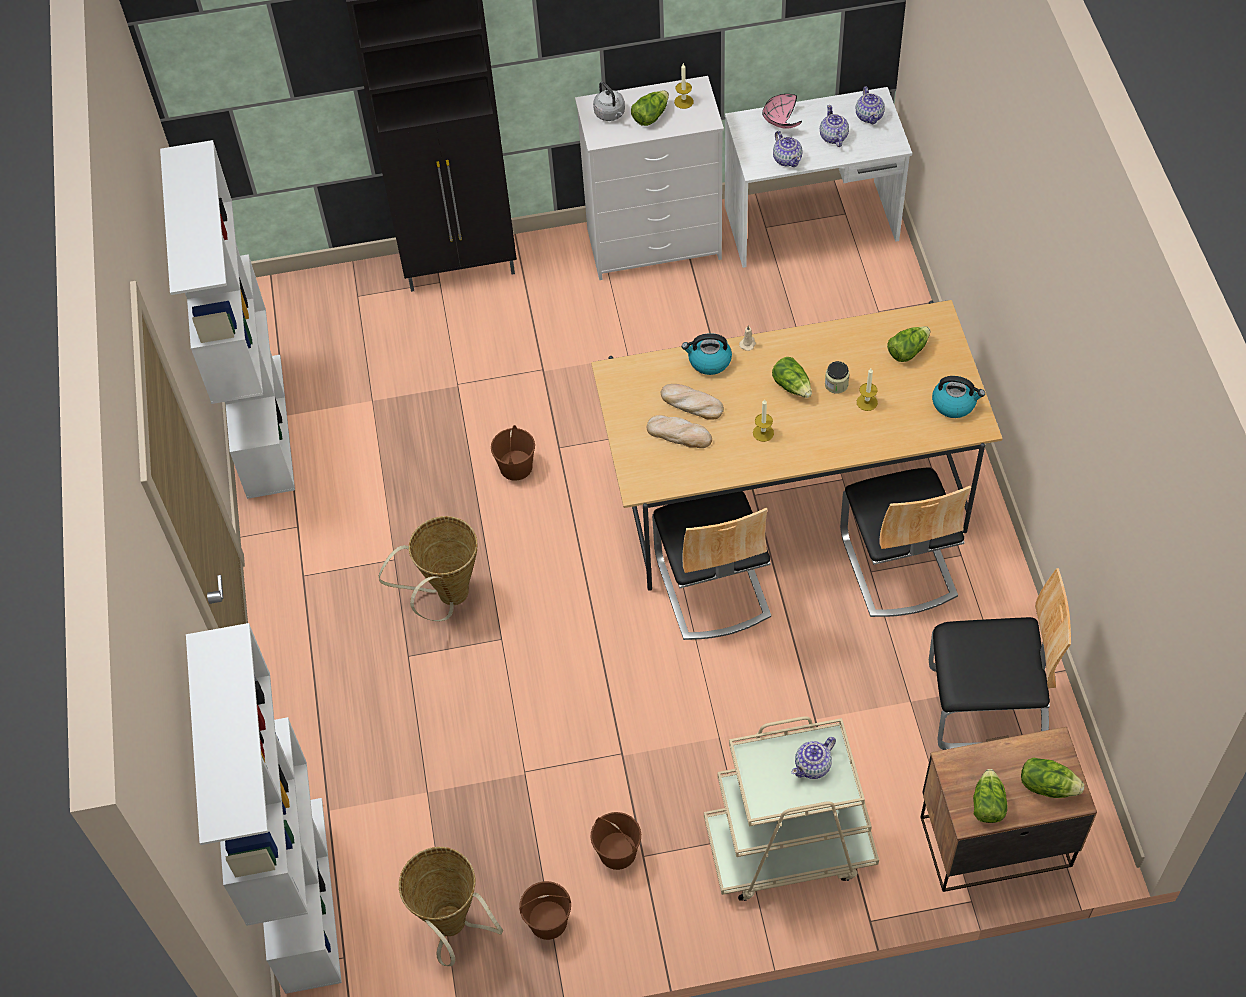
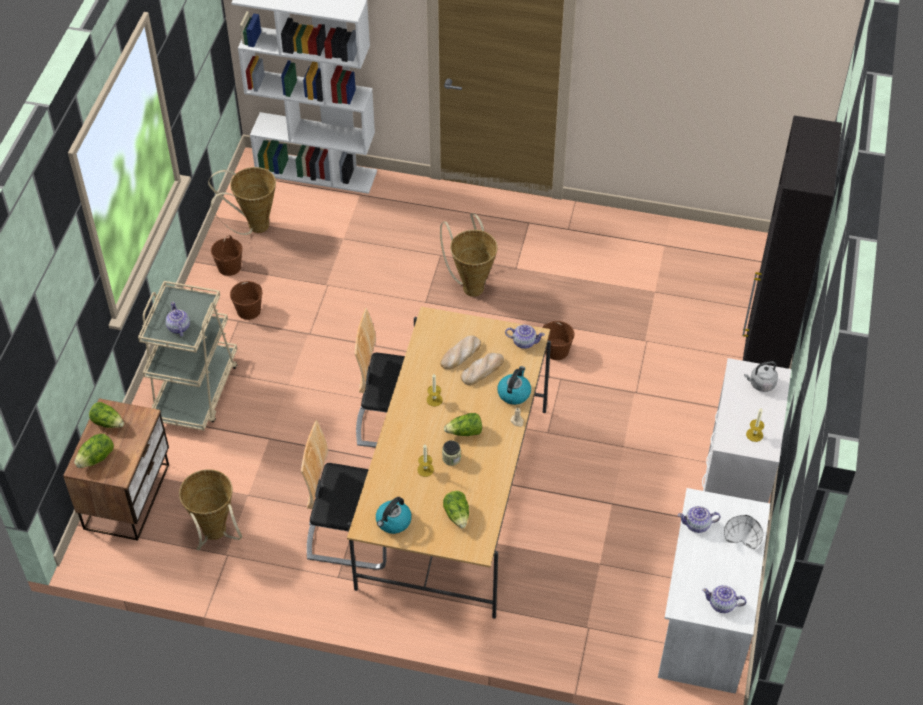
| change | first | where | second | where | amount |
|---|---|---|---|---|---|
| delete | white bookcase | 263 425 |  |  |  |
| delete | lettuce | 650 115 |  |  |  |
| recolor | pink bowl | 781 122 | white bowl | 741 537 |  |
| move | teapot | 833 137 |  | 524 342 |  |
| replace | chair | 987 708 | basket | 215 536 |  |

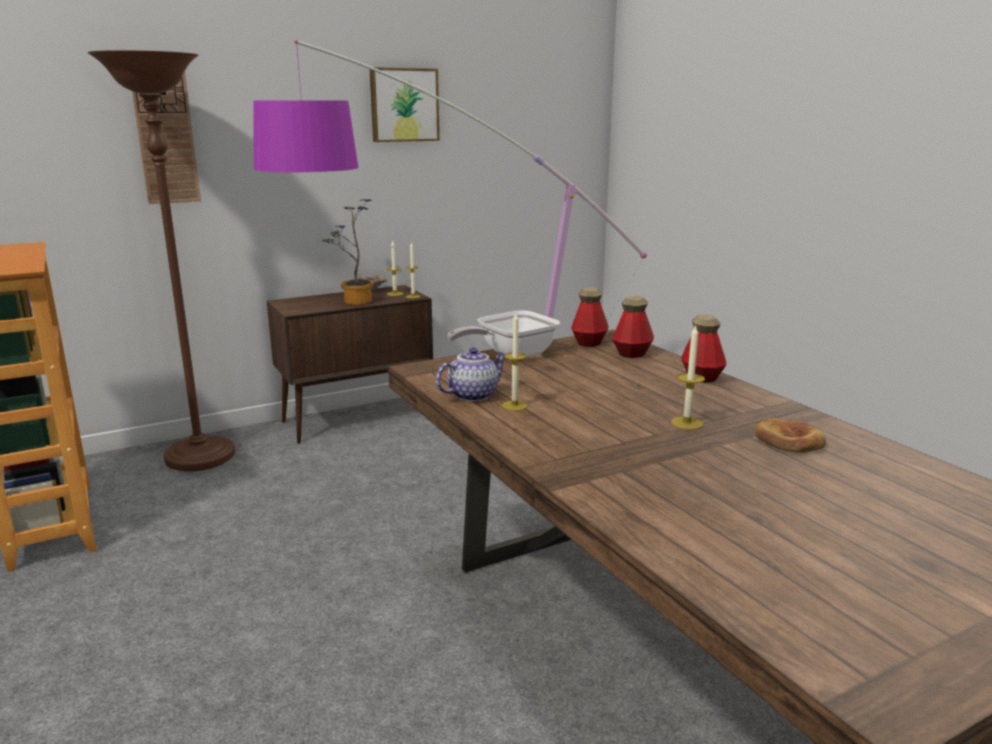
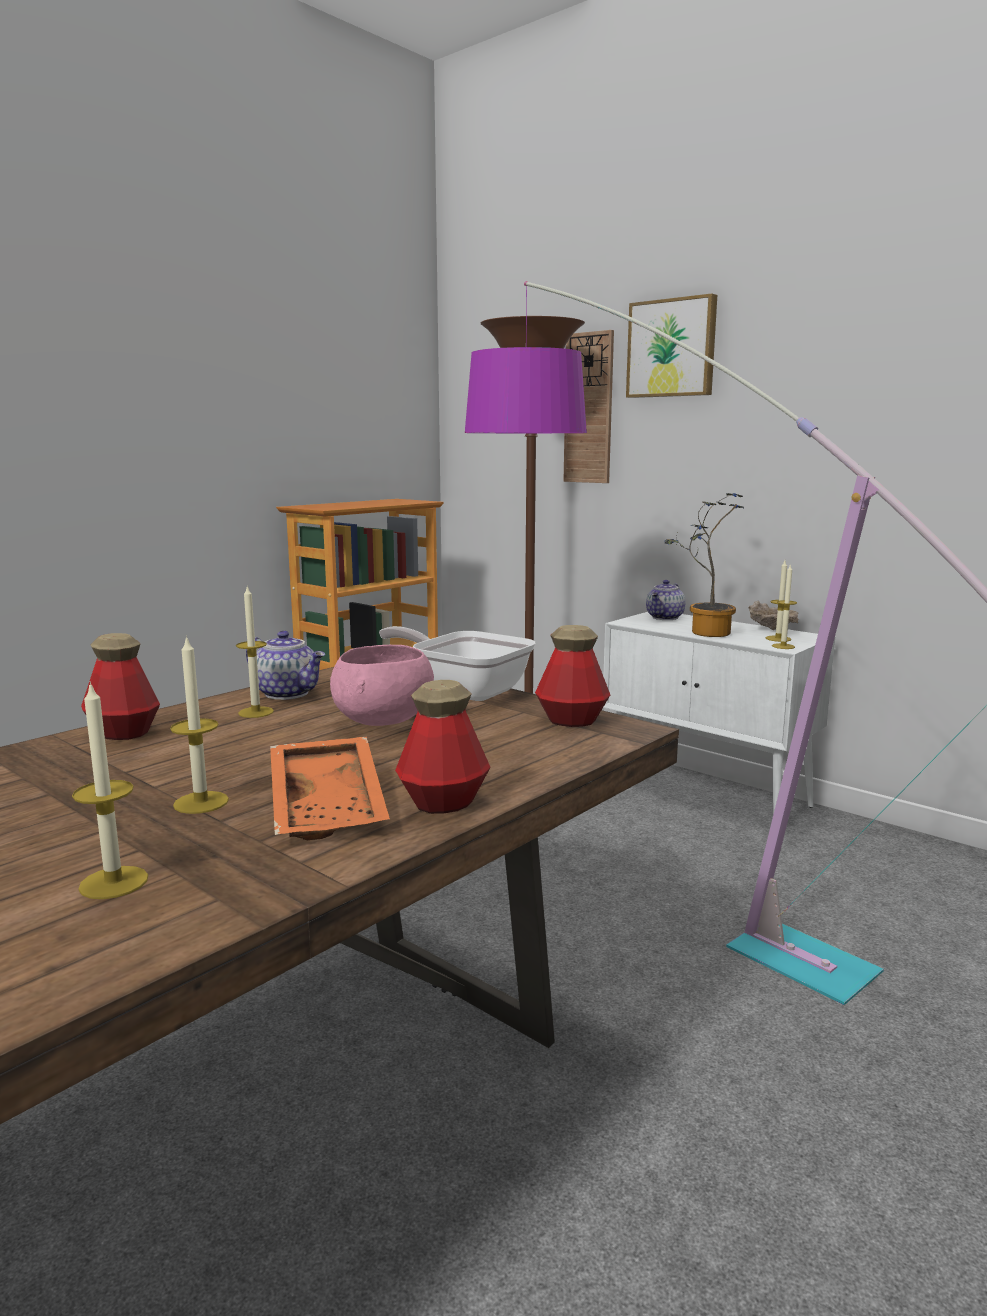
| change | first | where | second | where | amount |
|---|---|---|---|---|---|
| recolor | brown cabinet | 358 419 | white cabinet | 707 795 |  |
| move | picture | 404 105 |  | 672 348 |  |
| move | bottle | 632 354 |  | 123 733 |  |
| replace | bread | 789 441 | candle | 114 882 |  |
| insert |  |  | orange tray | 330 805 |  |
| insert |  |  | pink bowl | 384 723 |  |
| insert |  |  | teapot | 665 618 |  |

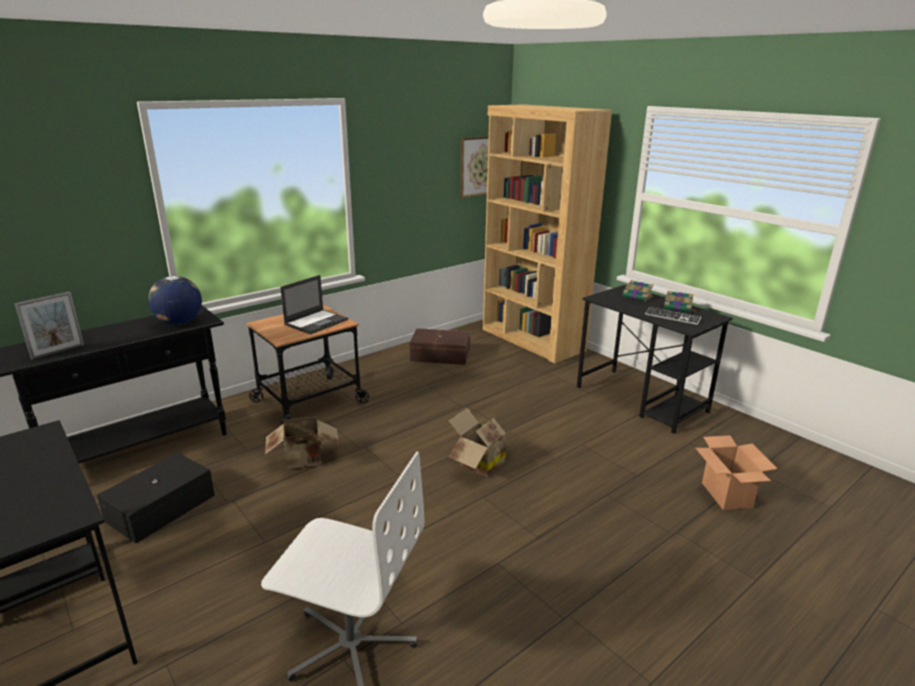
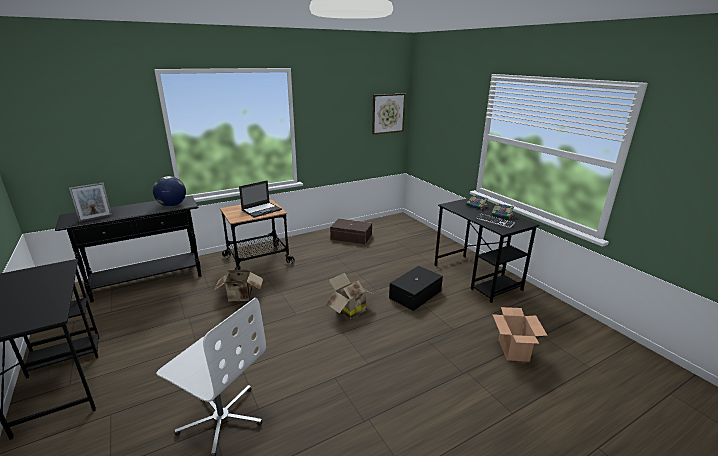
| change | first | where | second | where | amount |
|---|---|---|---|---|---|
| move | black storage box | 162 508 |  | 416 294 |  |
| delete | brown bookcase | 532 340 |  |  |  |

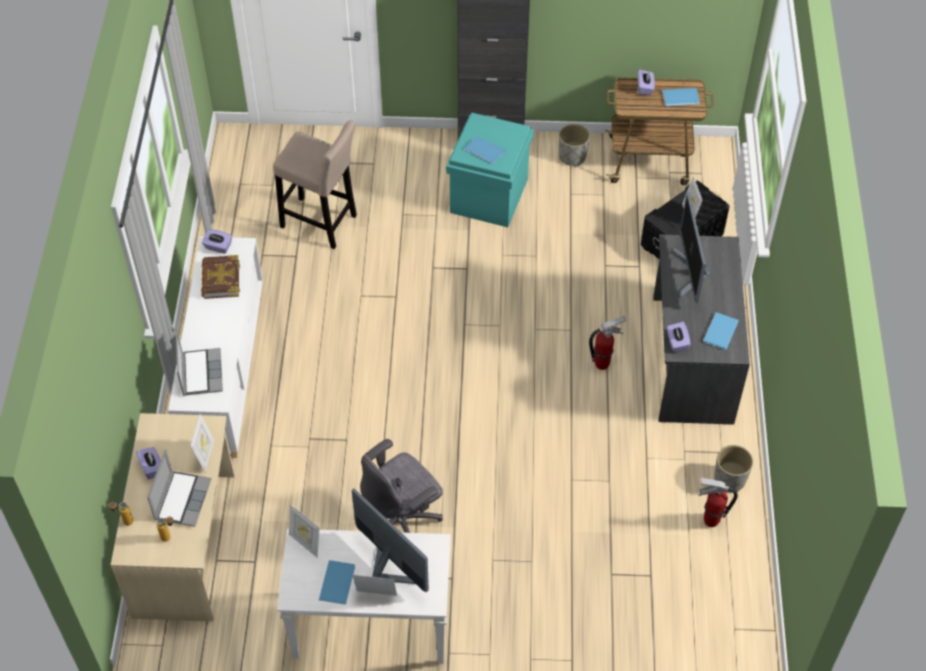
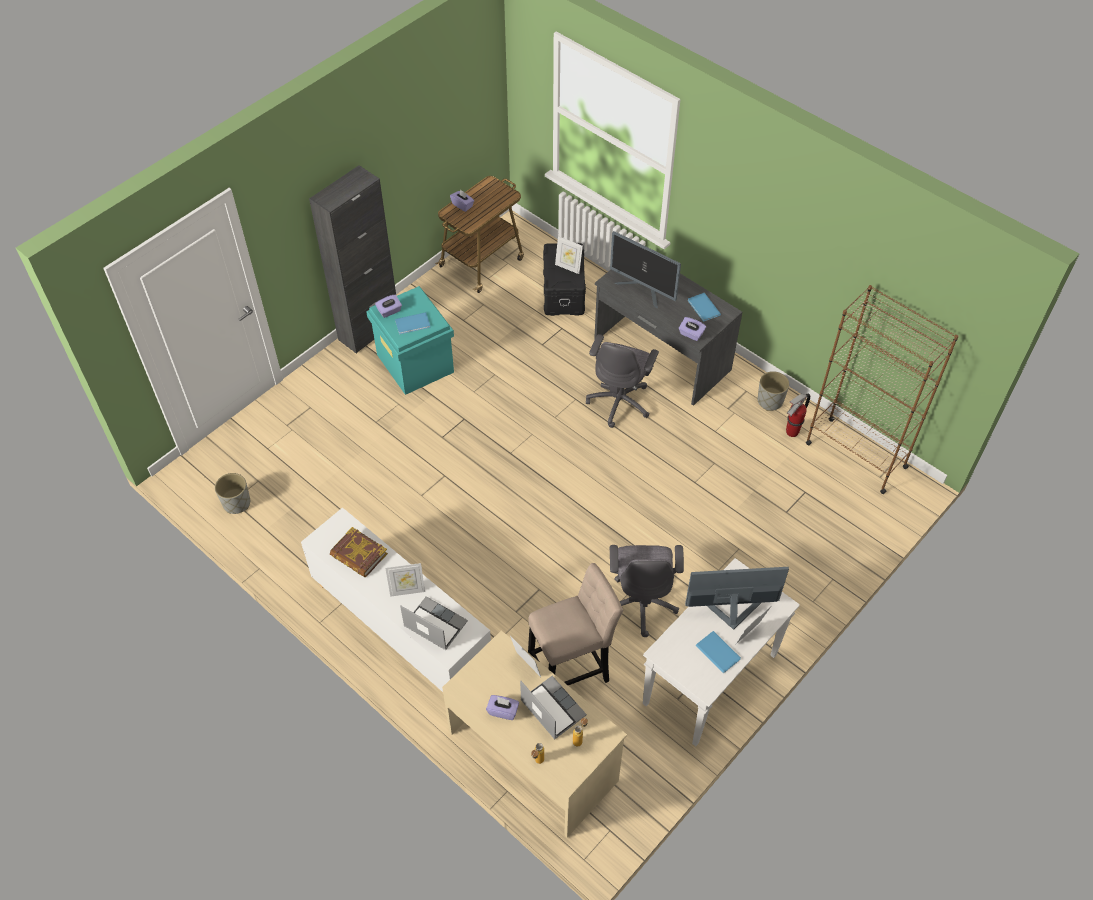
| change | first | where | second | where | amount |
|---|---|---|---|---|---|
| move | purple tissue box | 218 247 |  | 389 311 |  |
| move | beige stool | 322 224 |  | 572 671 |  |
| move | picture frame | 305 543 |  | 407 591 |  |
| move | grey planter | 572 157 |  | 236 503 |  |
| replace | fire extinguisher | 602 364 | grey office chair | 620 401 |  |
| delete | blue book | 682 98 |  |  |  |
| insert |  |  | brown bookcase | 855 455 |  |

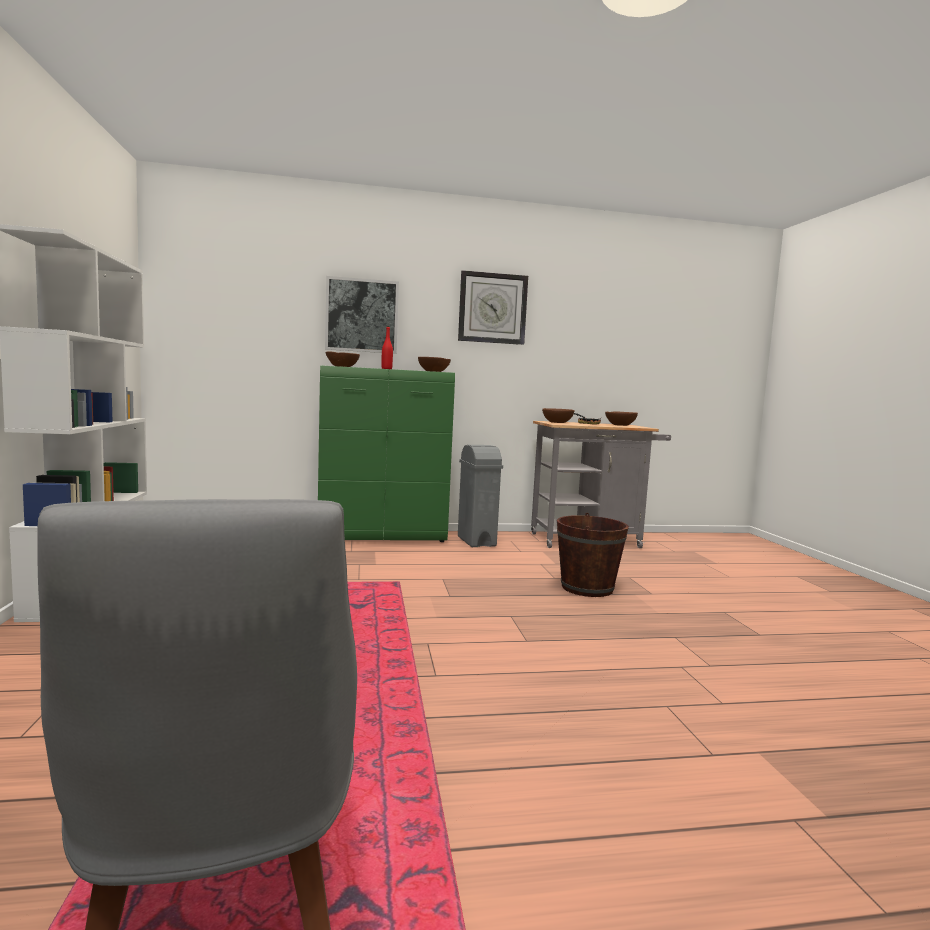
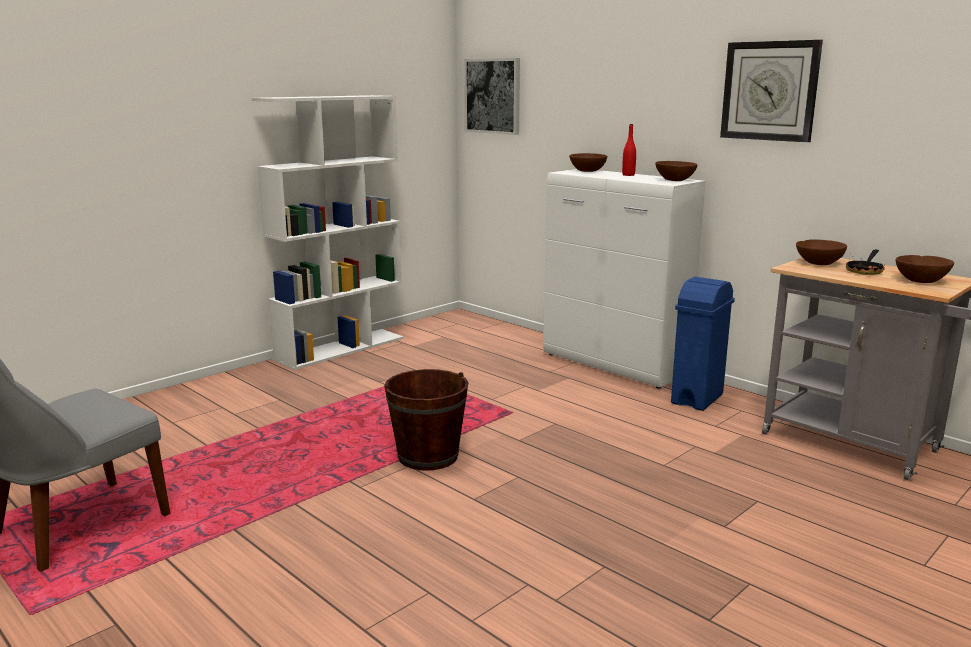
| change | first | where | second | where | amount |
|---|---|---|---|---|---|
| recolor | green cabinet | 383 537 | white cabinet | 614 365 |  |
| move | picture | 362 315 |  | 493 96 |  |
| recolor | grey trash can | 476 541 | blue trash can | 697 399 |  |
| move | brown bucket | 587 588 |  | 428 456 |  |

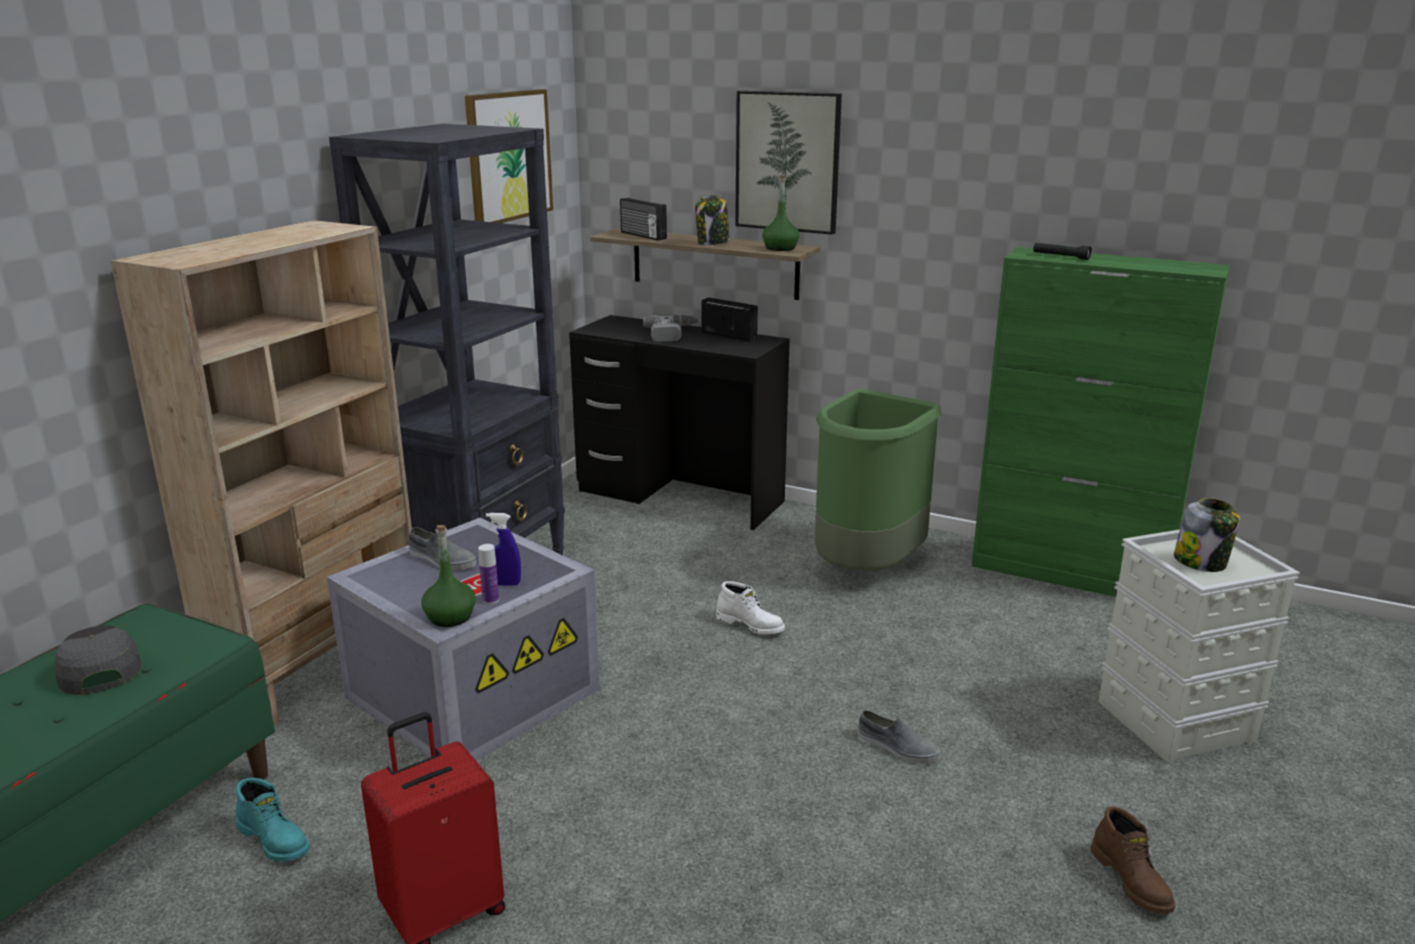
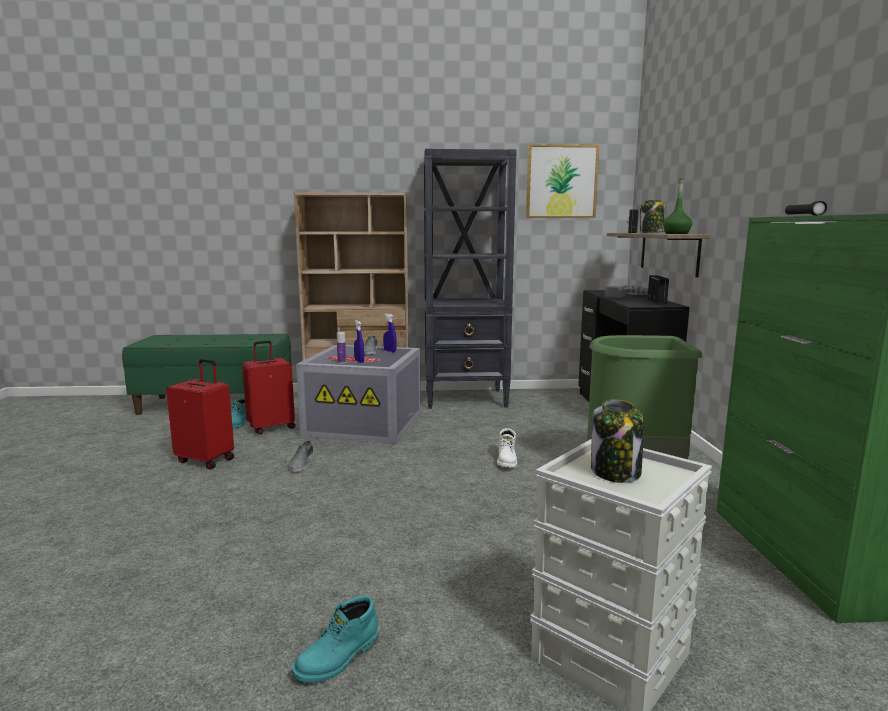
| change | first | where | second | where | amount |
|---|---|---|---|---|---|
| delete | grey cap | 98 669 |  |  |  |
| delete | green bottle | 450 617 |  |  |  |
| delete | picture | 788 162 |  |  |  |
| move | grey shoe | 897 747 |  | 301 463 |  |
| recolor | brown boot | 1132 880 | turquoise boot | 338 659 |  |
| insert |  |  | red suitcase | 271 427 |  |
| insert |  |  | blue spray bottle | 390 351 |  |

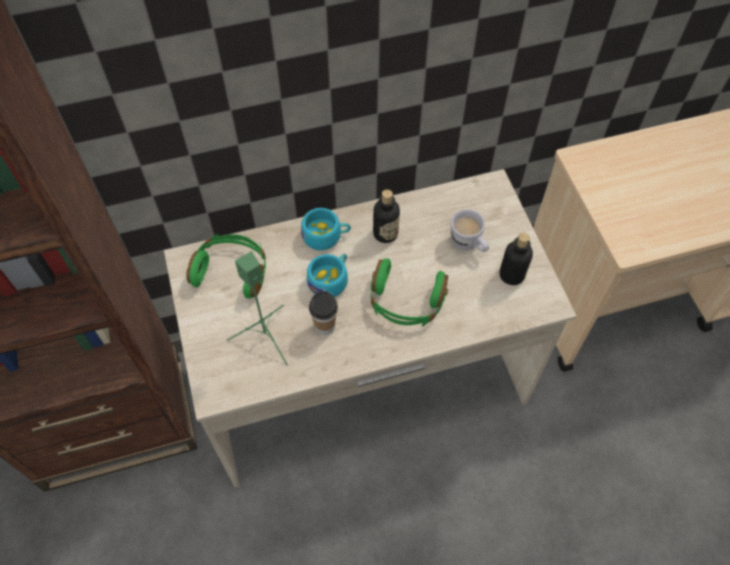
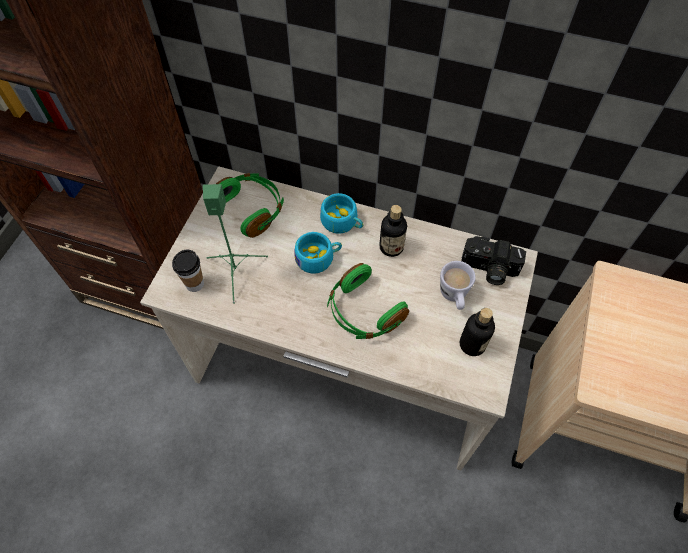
| change | first | where | second | where | amount |
|---|---|---|---|---|---|
| move | cup | 325 326 |  | 195 284 |  |
| insert |  |  | photo camera | 489 269 |  |

